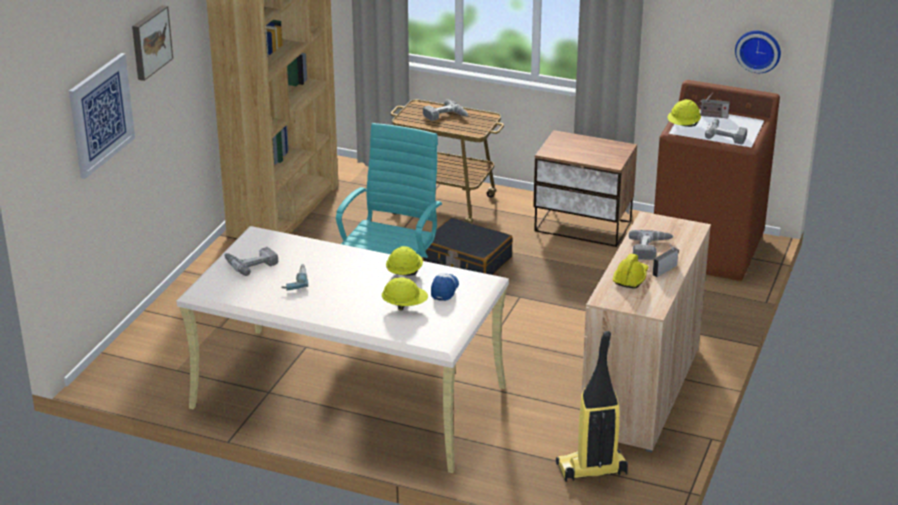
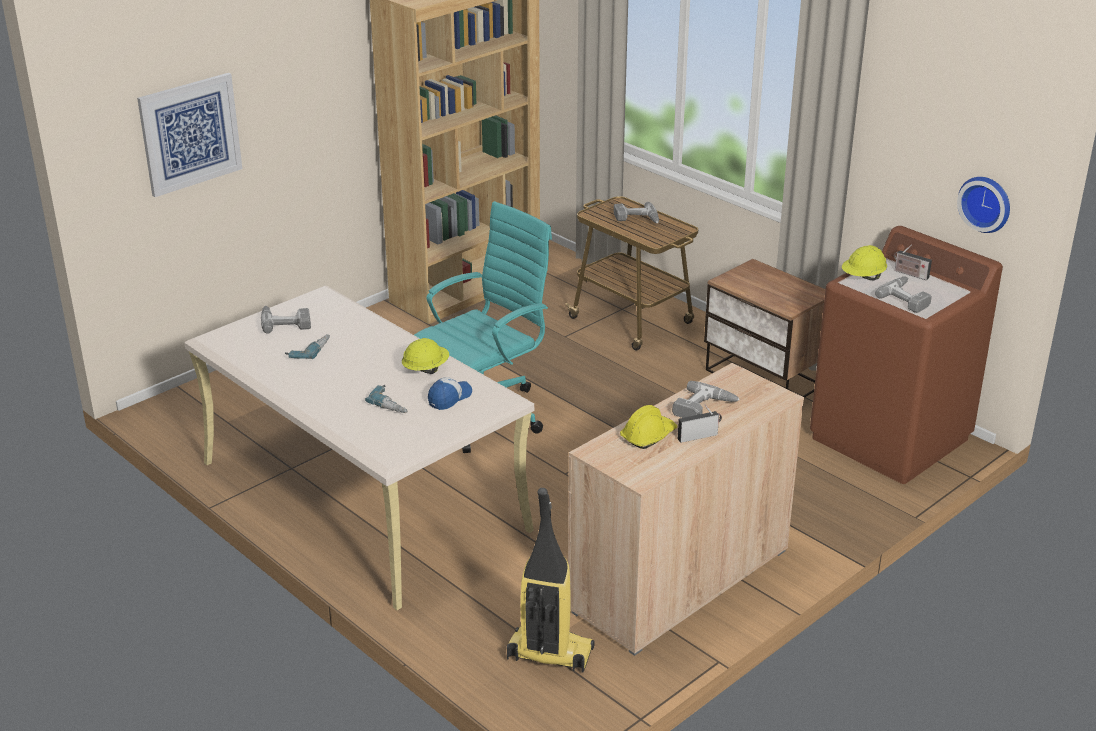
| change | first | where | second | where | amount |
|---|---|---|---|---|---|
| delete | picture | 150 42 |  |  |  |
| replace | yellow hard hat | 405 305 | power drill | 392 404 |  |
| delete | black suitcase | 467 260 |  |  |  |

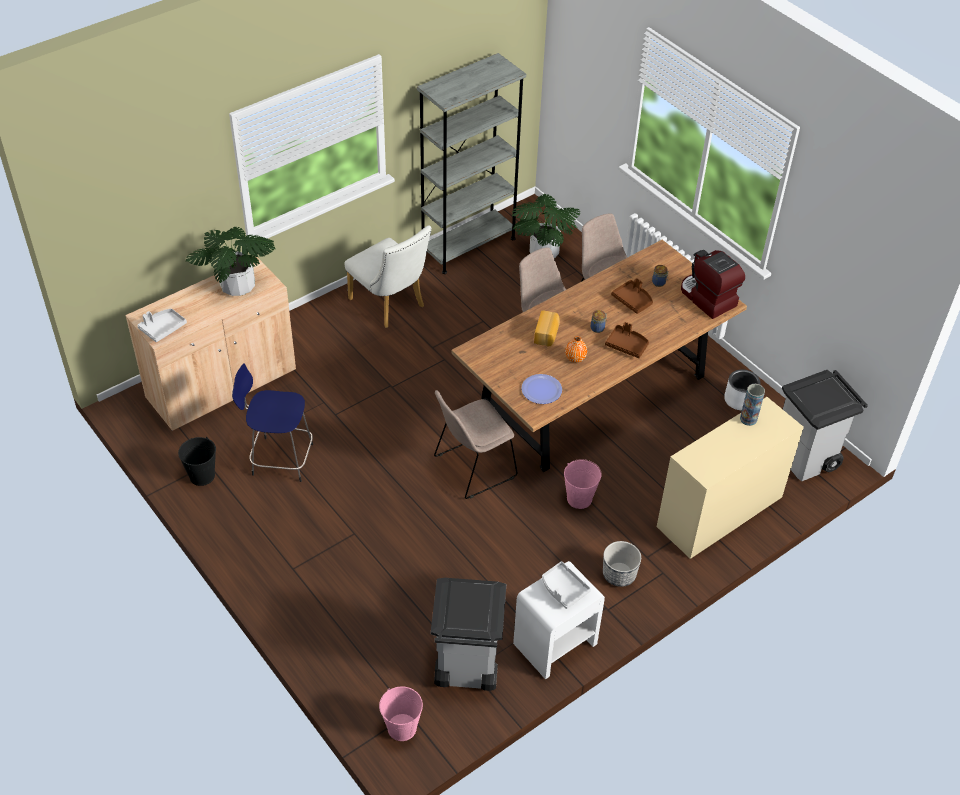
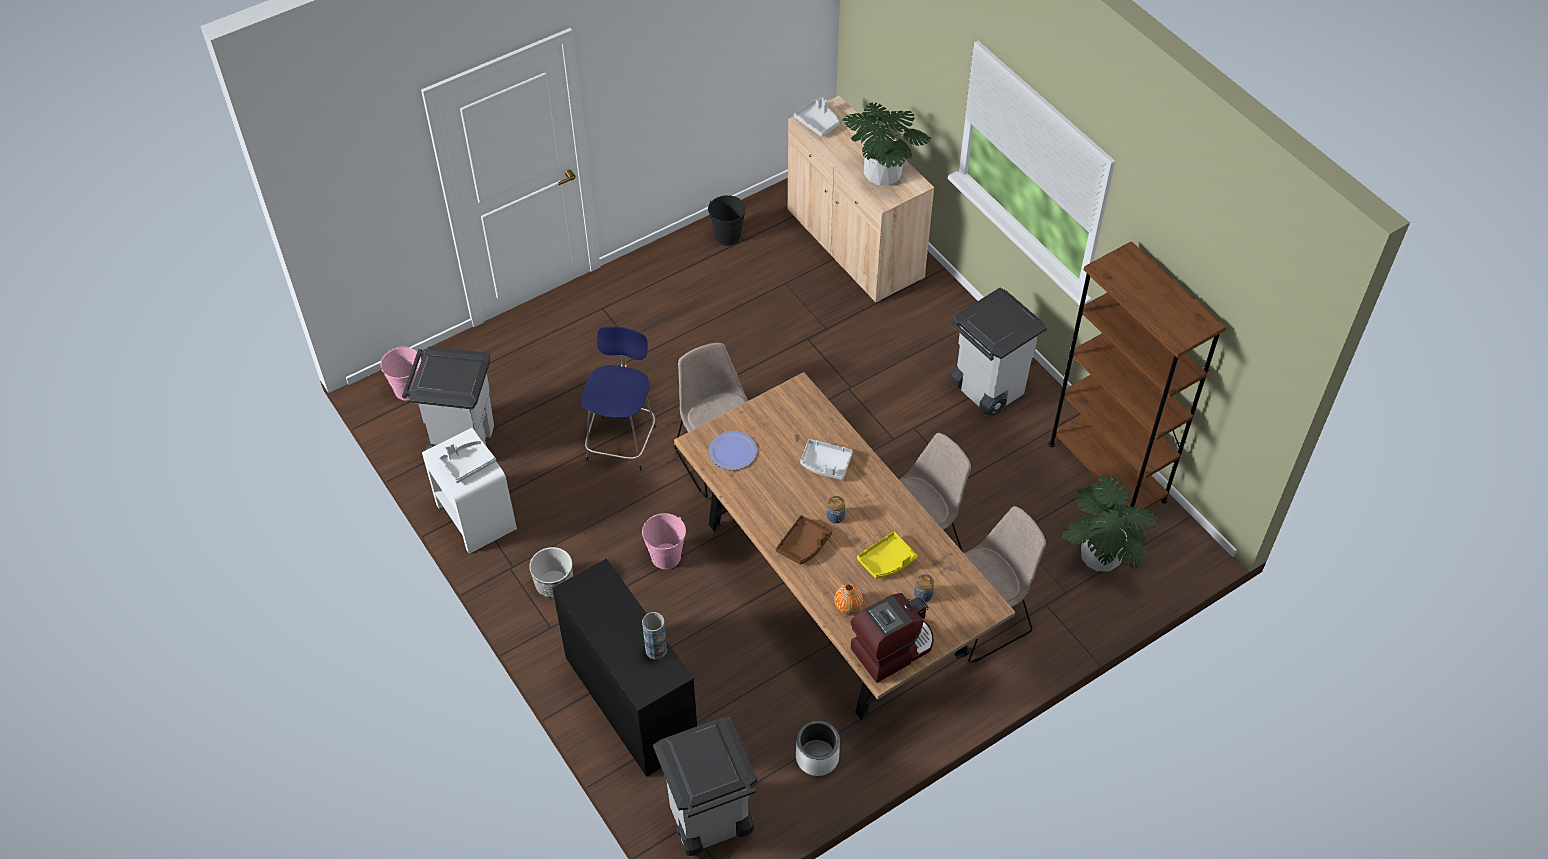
| change | first | where | second | where | amount |
|---|---|---|---|---|---|
| move | blue stool | 280 459 |  | 622 441 |  |
| replace | white chair | 390 305 | grey trash can | 986 389 |  |
| recolor | grey bookcase | 468 245 | brown bookcase | 1107 472 |  |
| replace | bread | 547 334 | grey tray | 825 464 |  |
| move | orange vase | 575 358 |  | 848 606 |  |
| recolor | brown tray | 632 300 | yellow tray | 887 561 |  |
| recolor | beige desk | 720 512 | black desk | 630 701 |  |

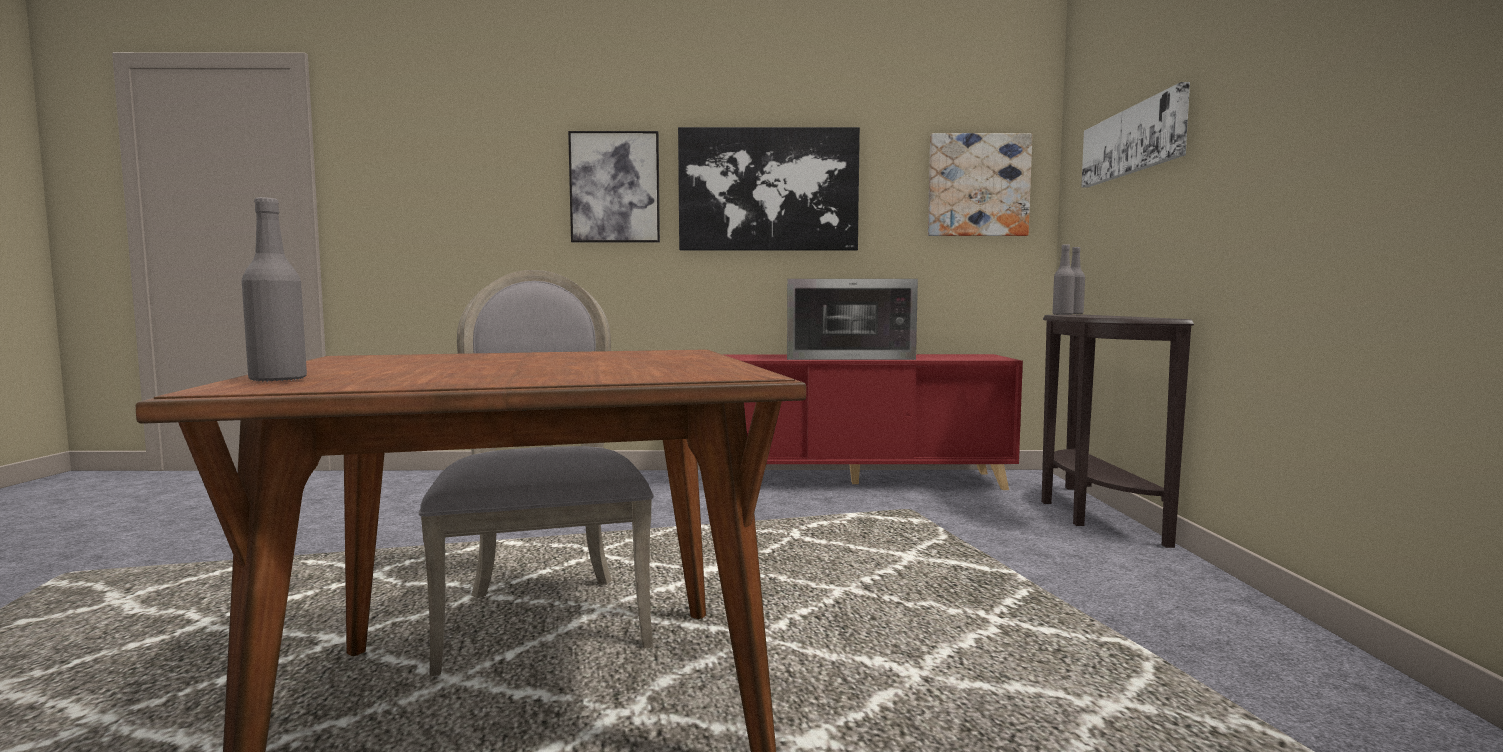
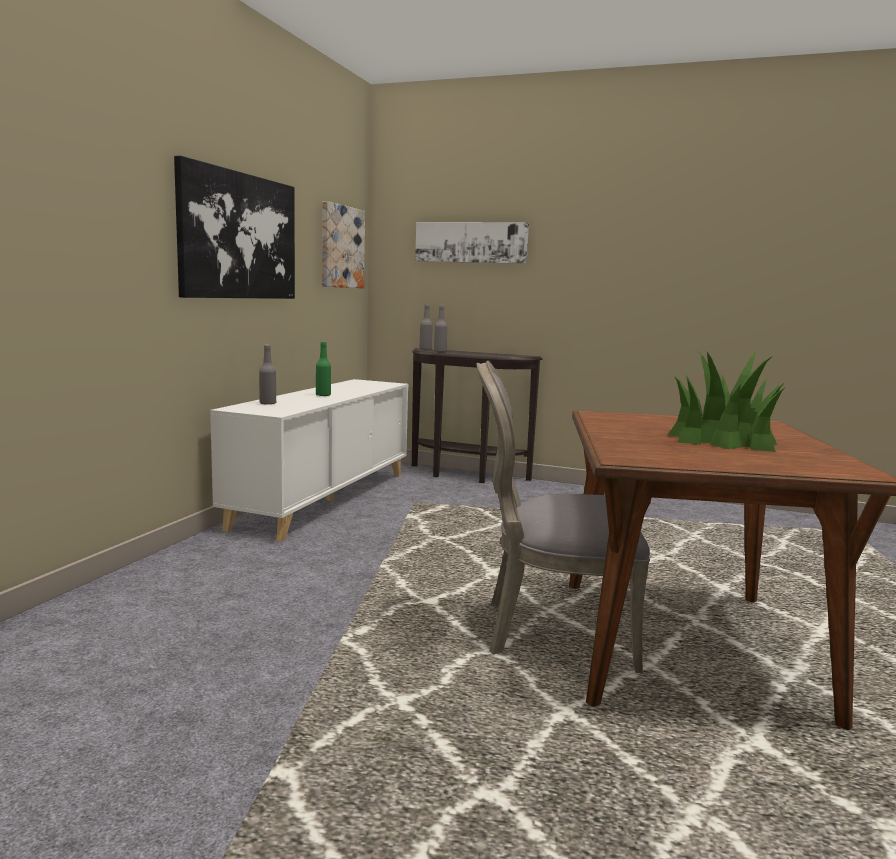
| change | first | where | second | where | amount |
|---|---|---|---|---|---|
| move | grey bottle | 278 380 |  | 268 403 |  |
| delete | picture | 615 187 |  |  |  |
| recolor | red cabinet | 854 481 | white cabinet | 324 499 |  |
| replace | microwave | 847 357 | green bottle | 323 395 |  |
| insert |  |  | potted plant | 722 439 |  |

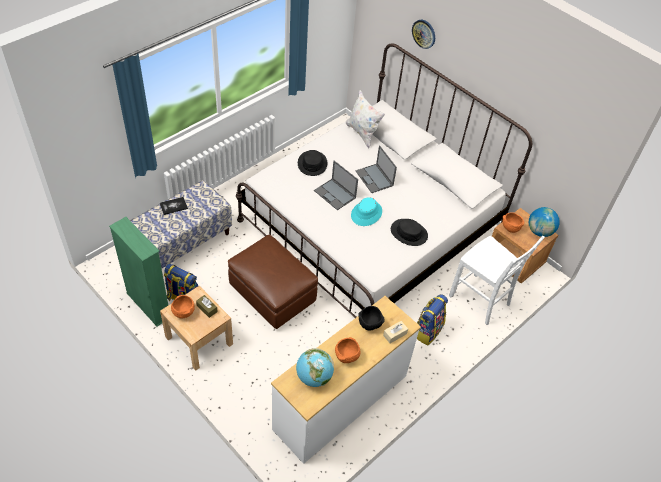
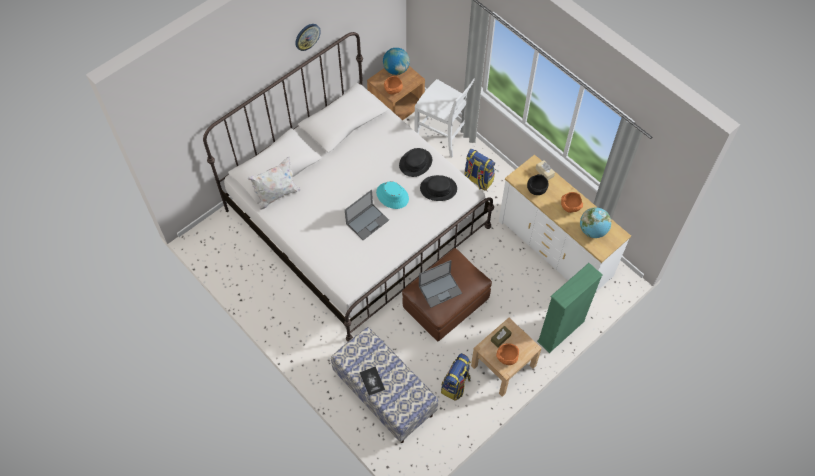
| change | first | where | second | where | amount |
|---|---|---|---|---|---|
| move | green bookcase | 148 305 |  | 560 331 |  |
| move | black hat | 312 164 |  | 438 188 |  |
| move | laptop | 374 178 |  | 440 289 |  |
| move | wall clock | 424 33 |  | 307 36 |  |
| rotate | white chair | 480 301 |  | 443 137 | 75 degrees clockwise |

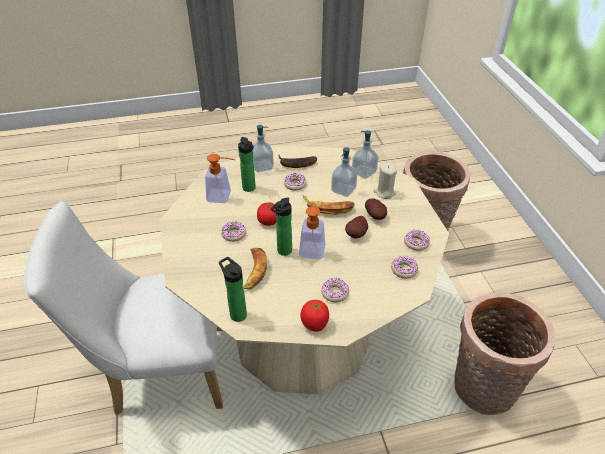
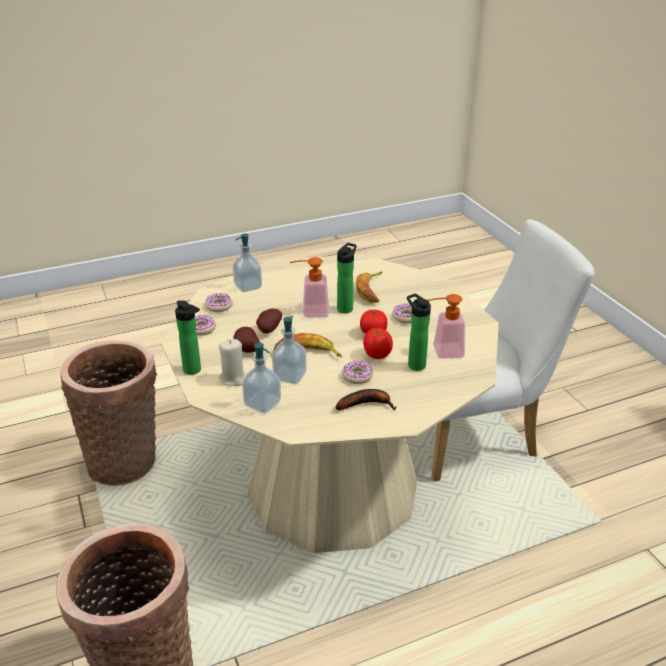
| change | first | where | second | where | amount |
|---|---|---|---|---|---|
| move | bottle | 236 313 |  | 194 371 |  |
| move | soap dispenser | 262 166 |  | 248 286 |  |
| move | tomato | 314 324 |  | 377 355 |  |
| delete | donut | 335 293 |  |  |  |

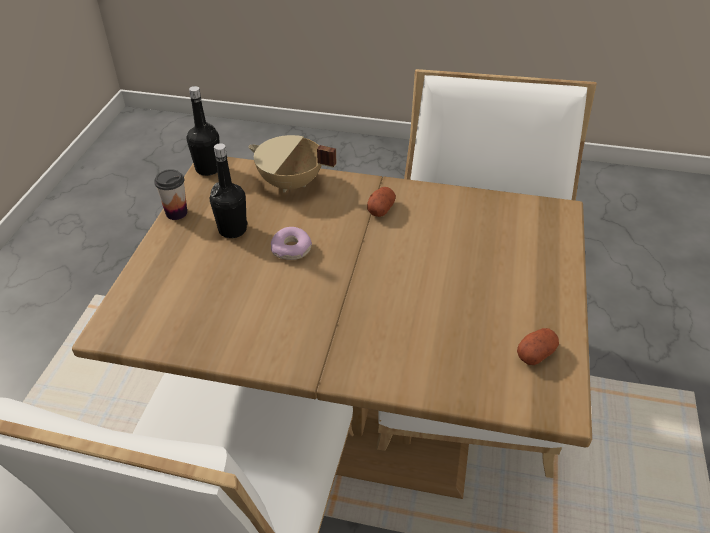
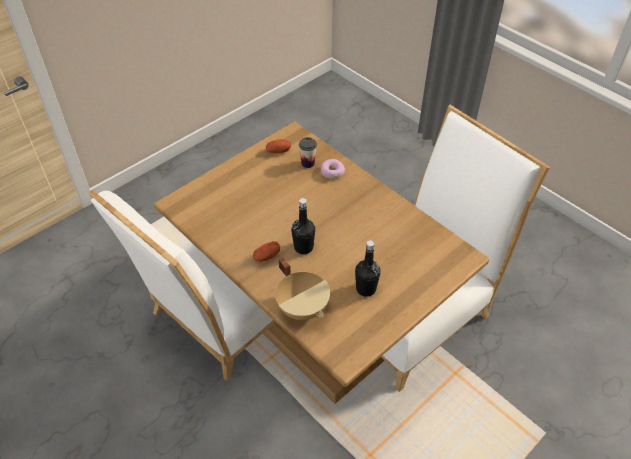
| change | first | where | second | where | amount |
|---|---|---|---|---|---|
| move | cup | 176 213 |  | 308 163 |  |
| move | black bottle | 208 169 |  | 303 247 |  |
| move | donut | 292 249 |  | 332 172 |  |

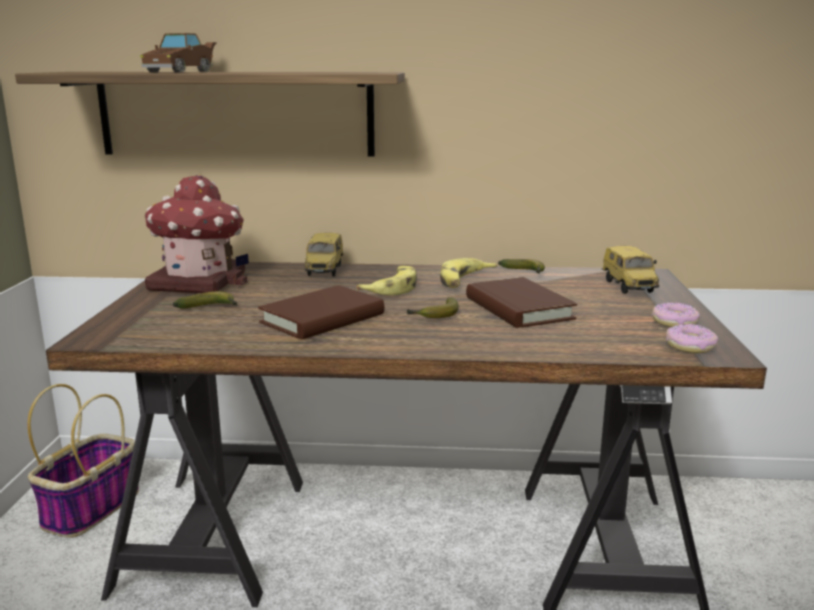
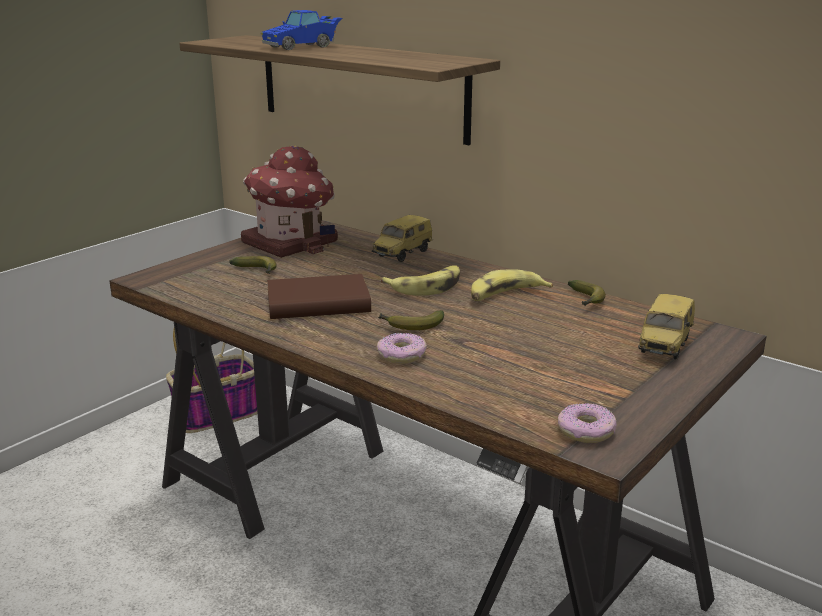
| change | first | where | second | where | amount |
|---|---|---|---|---|---|
| recolor | brown toy car | 182 71 | blue toy car | 303 46 |  |
| delete | brown book | 518 308 |  |  |  |
| move | donut | 675 322 |  | 402 355 |  |

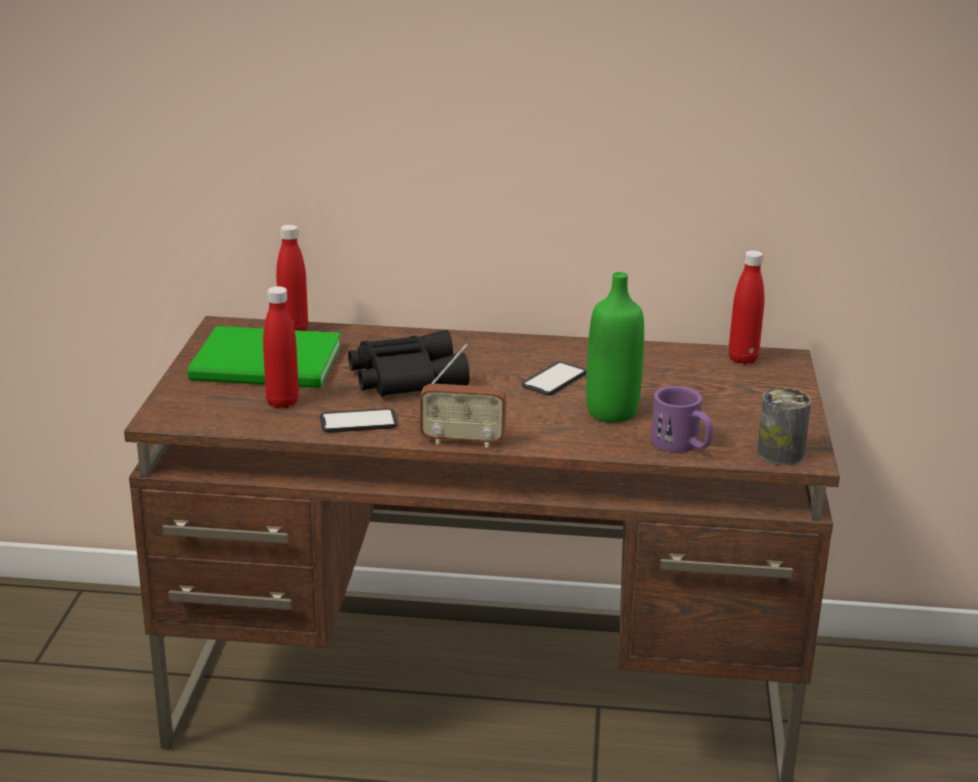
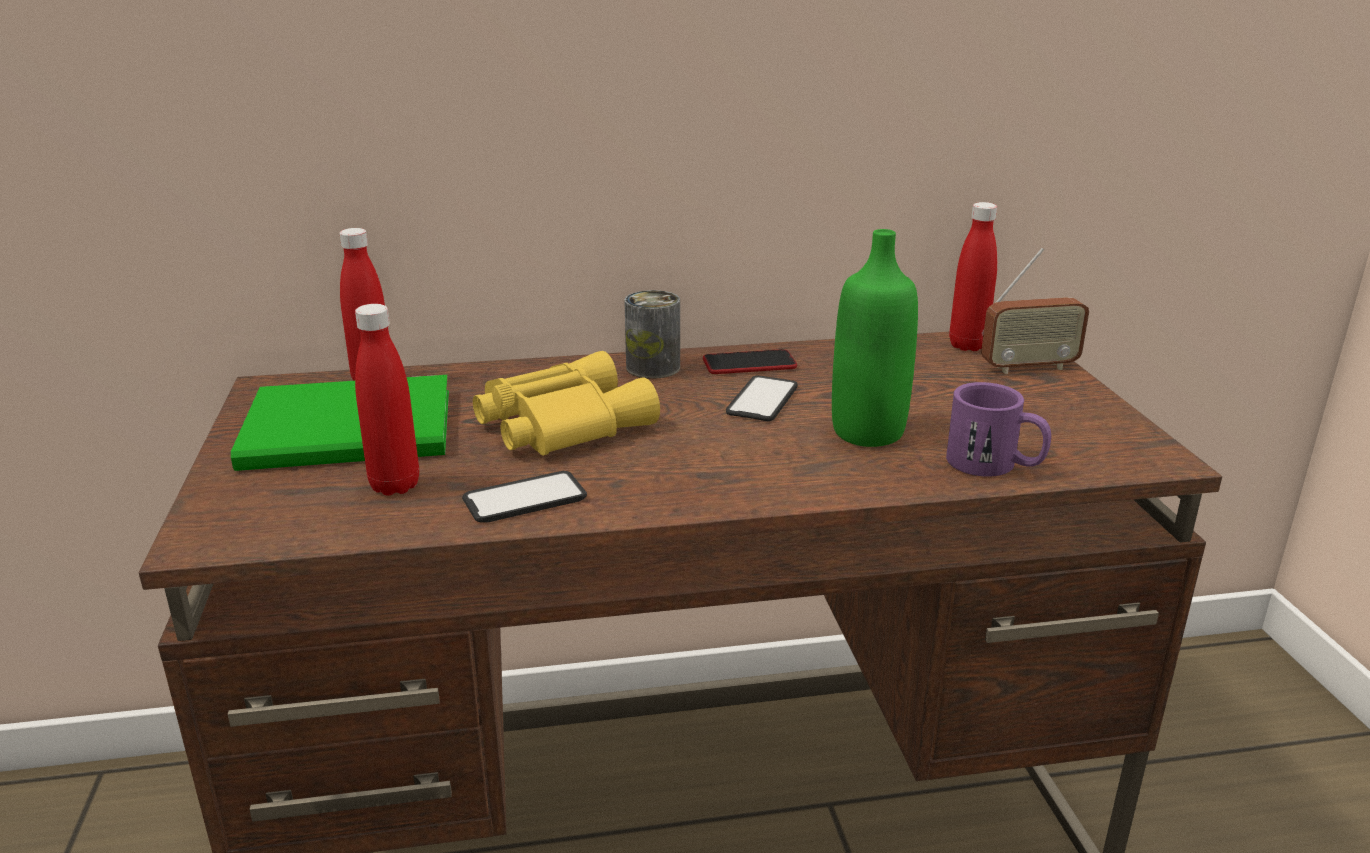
| change | first | where | second | where | amount |
|---|---|---|---|---|---|
| recolor | black binoculars | 404 377 | yellow binoculars | 559 423 |  |
| move | radio | 462 441 |  | 1028 367 |  |
| move | can | 780 454 |  | 653 367 |  |
| insert |  |  | phone | 749 364 |  |

